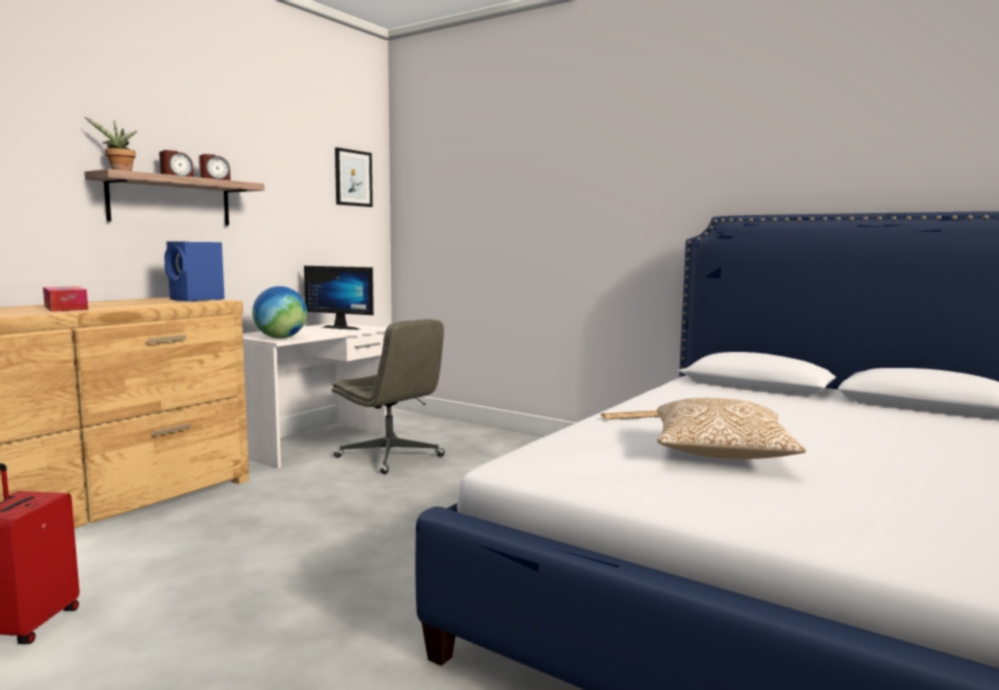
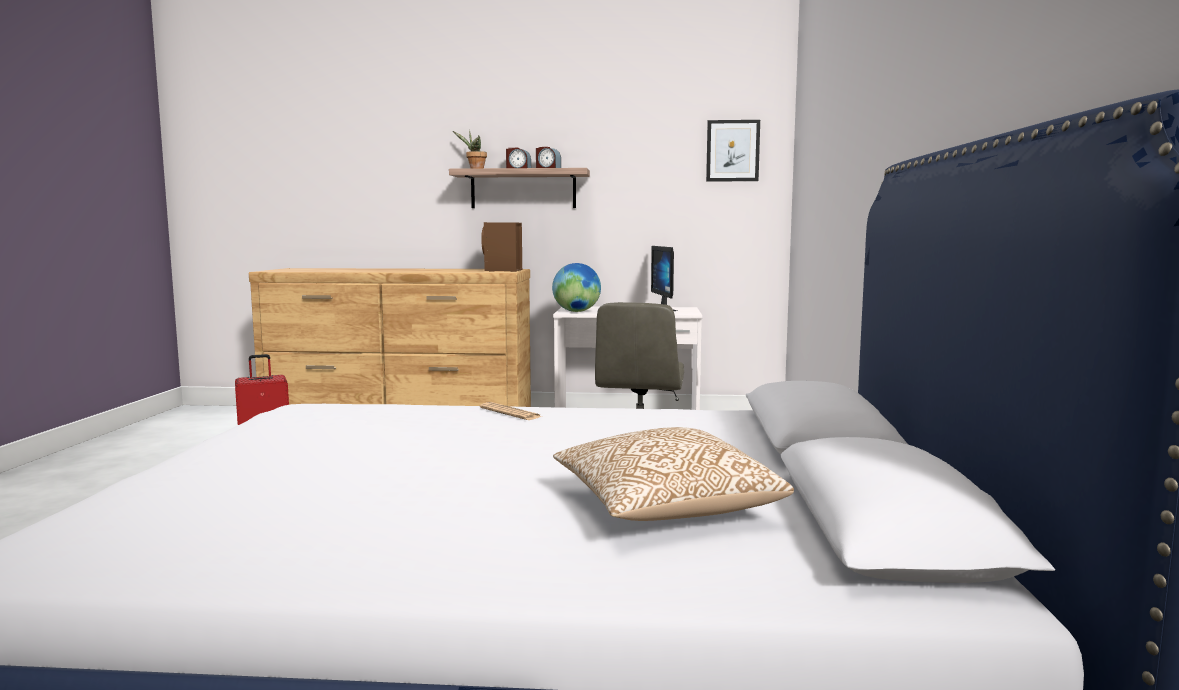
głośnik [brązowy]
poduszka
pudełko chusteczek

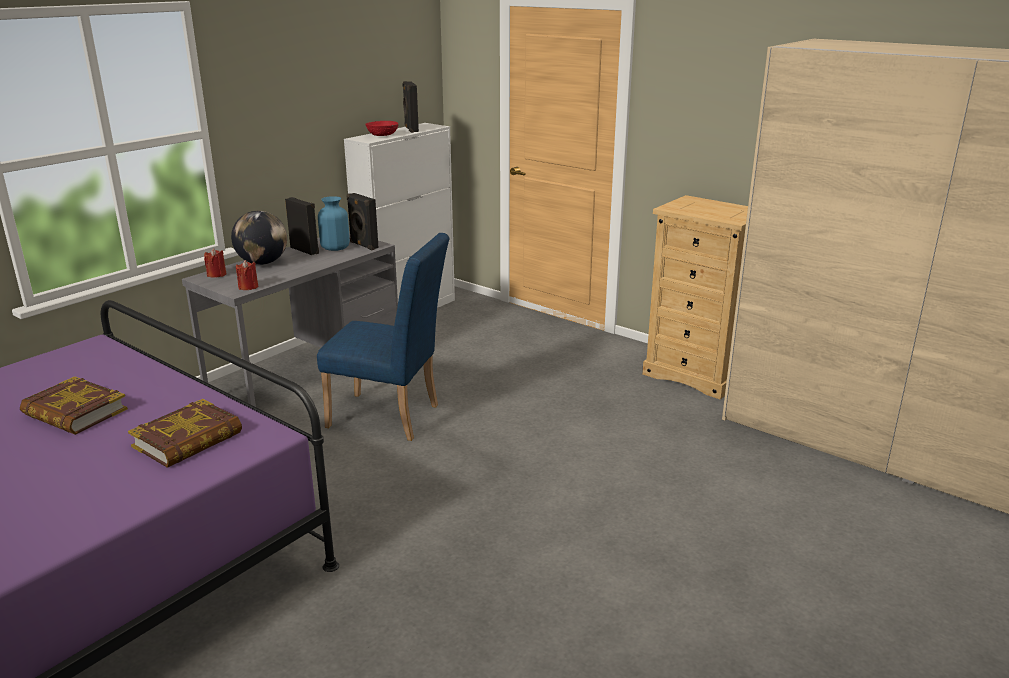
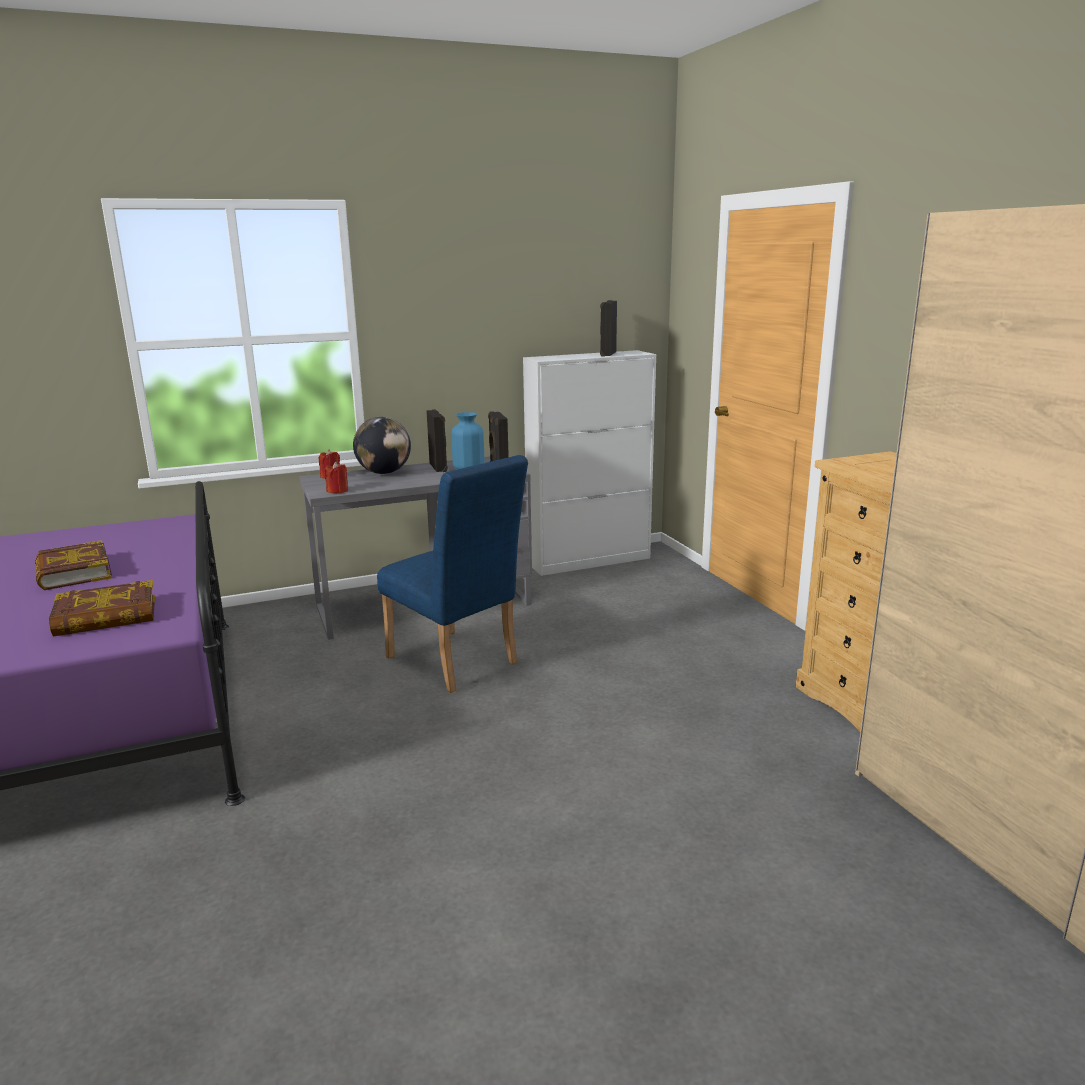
miska [czerwony]

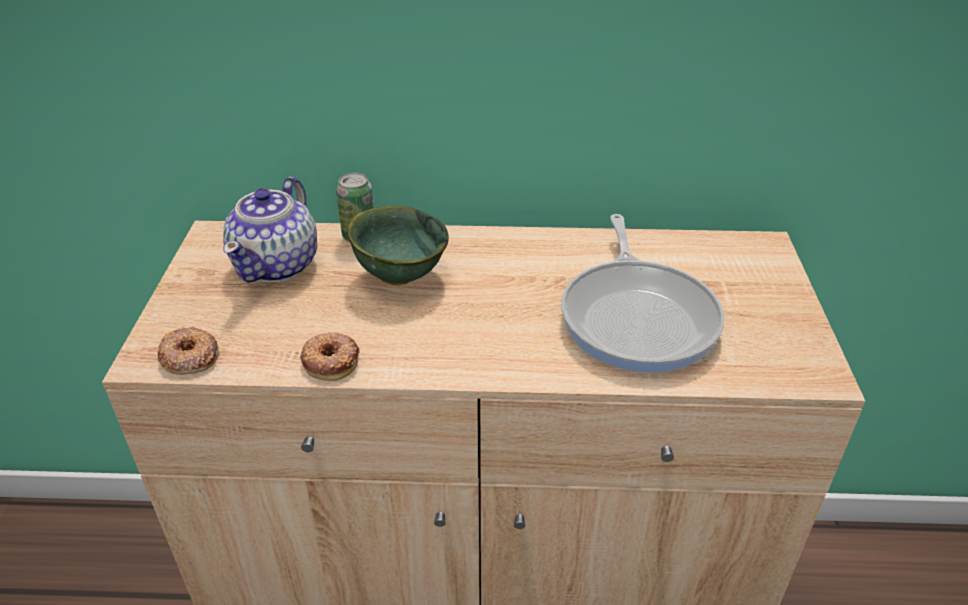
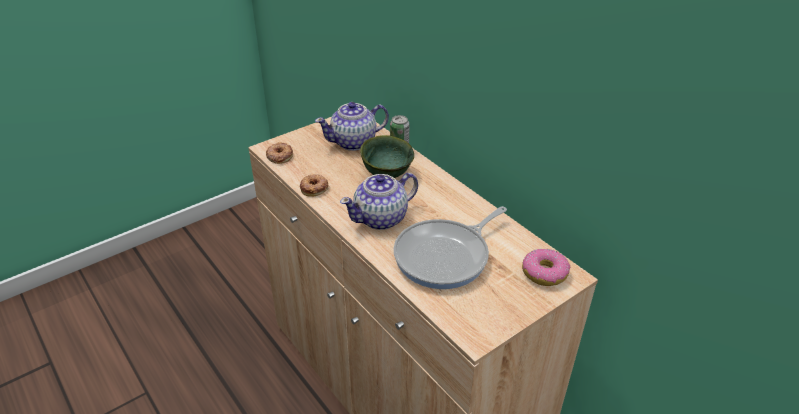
imbryk (no. 2 from left)
donut (no. 3 from left)

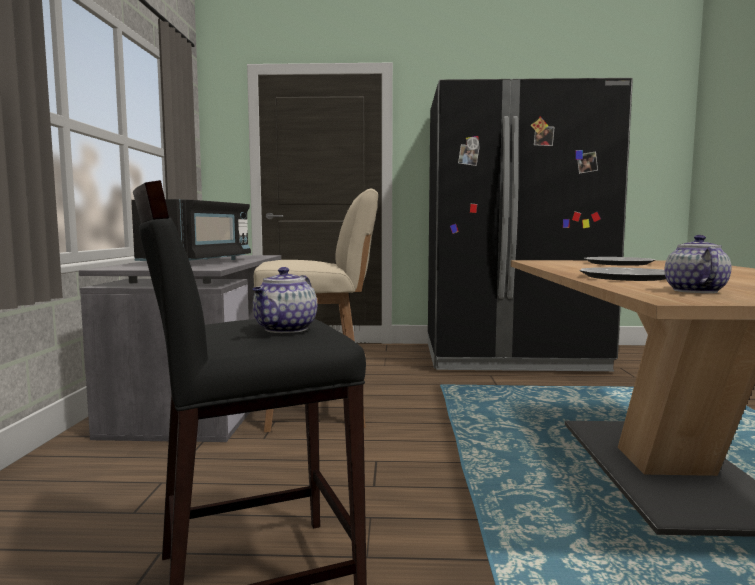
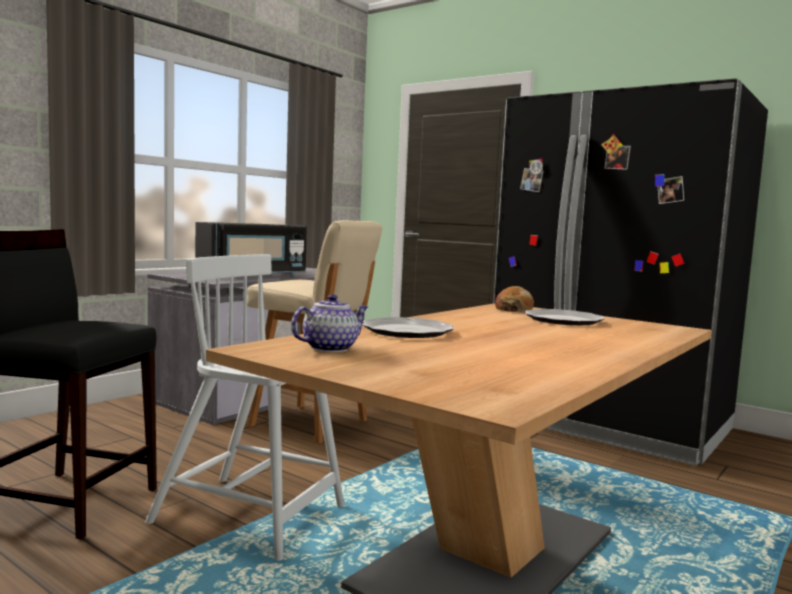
krzesło [biały]
chleb
imbryk (no. 1 from left in the first image)

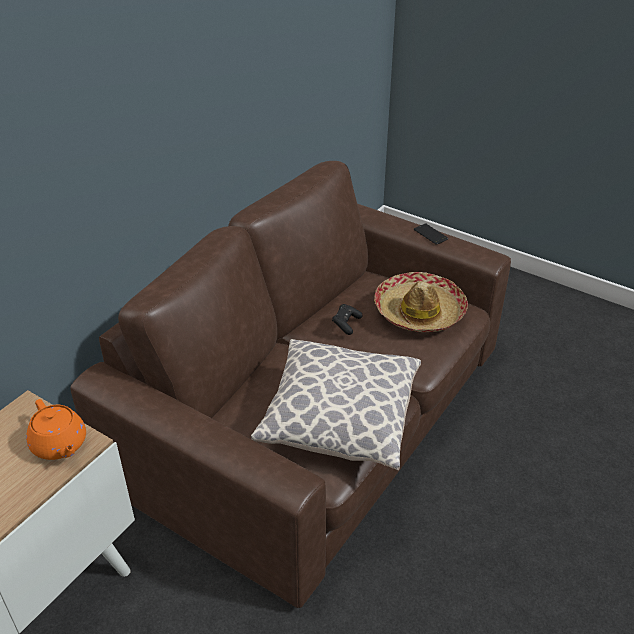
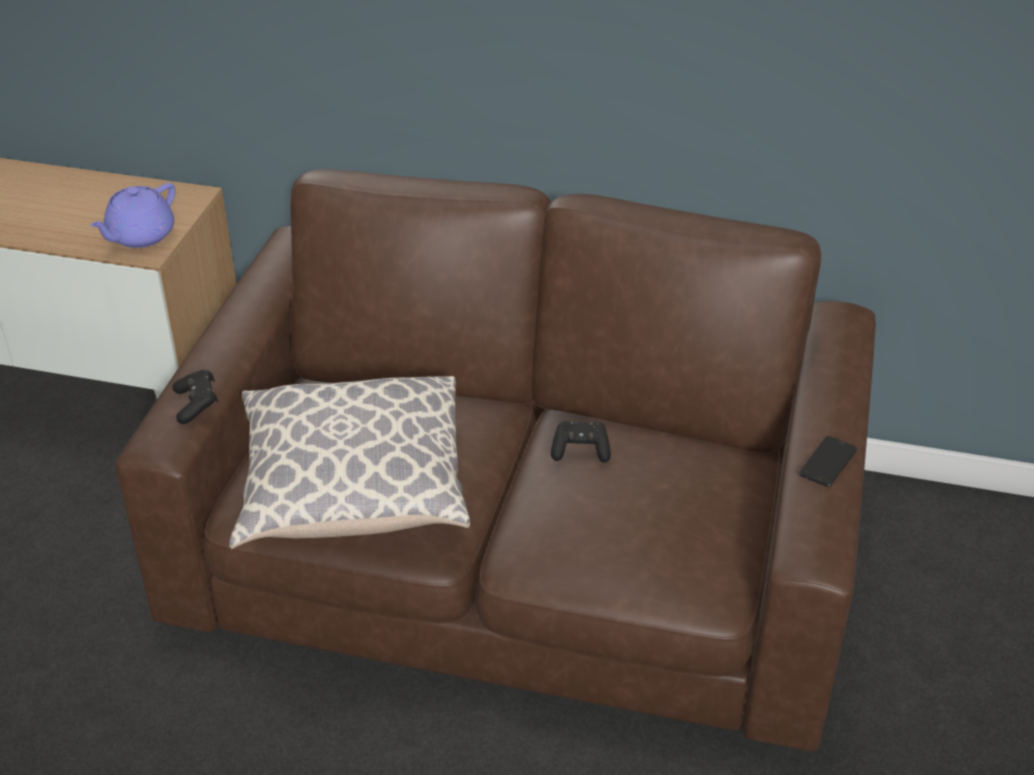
imbryk [fioletowy]
pad do gier [czarny] (no. 1 from left)
kapelusz

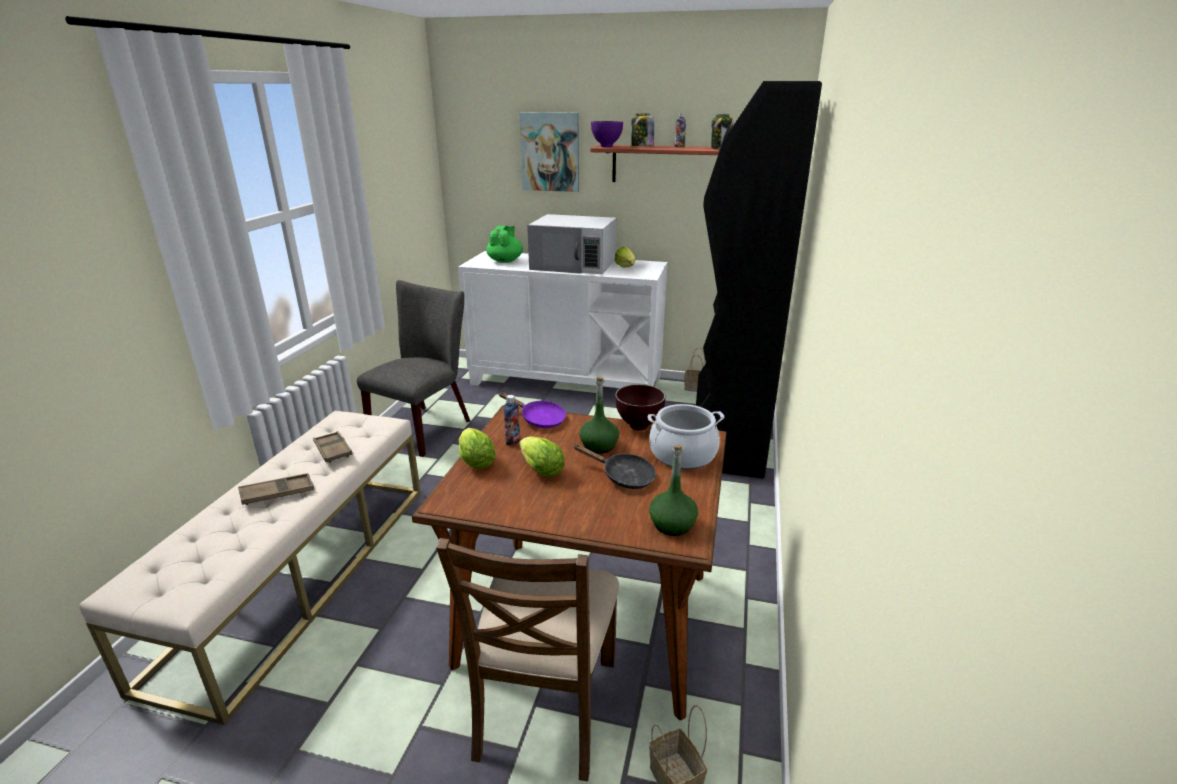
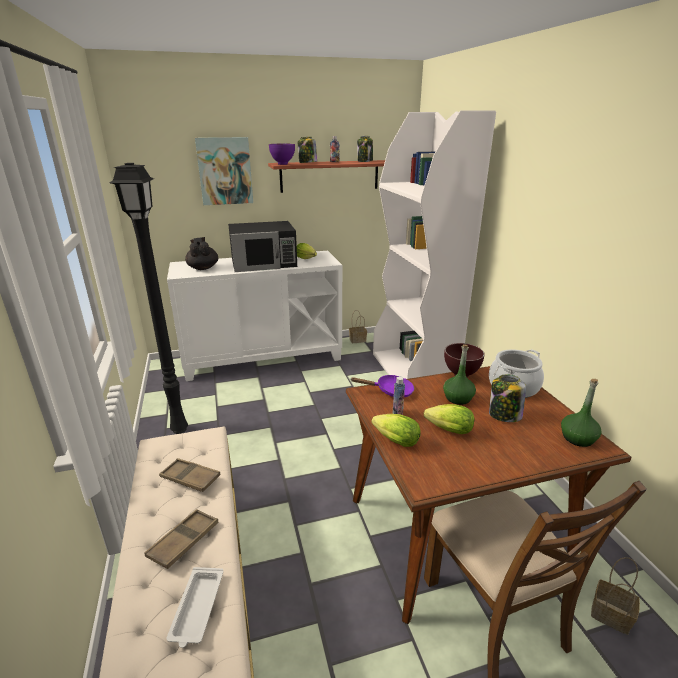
lampa stojąca [czarny]
taca [biały]
imbryk [czarny]
mikrofalówka [czarny]
regał [biały]
słoik (no. 3 from left)

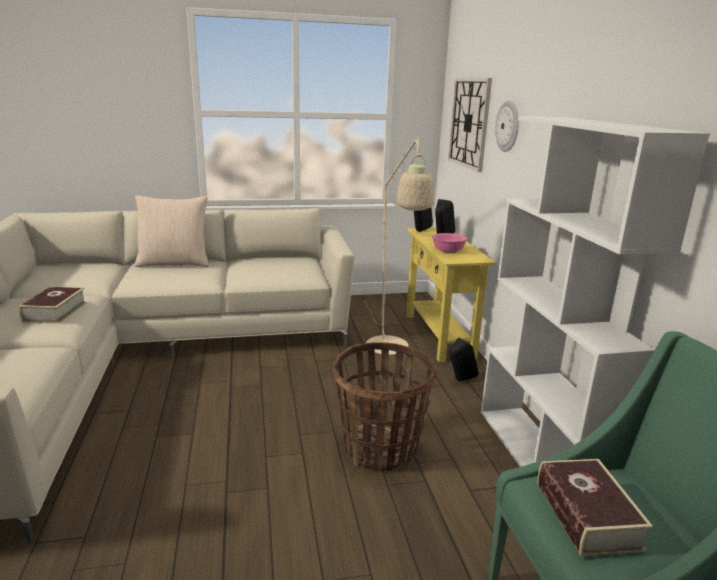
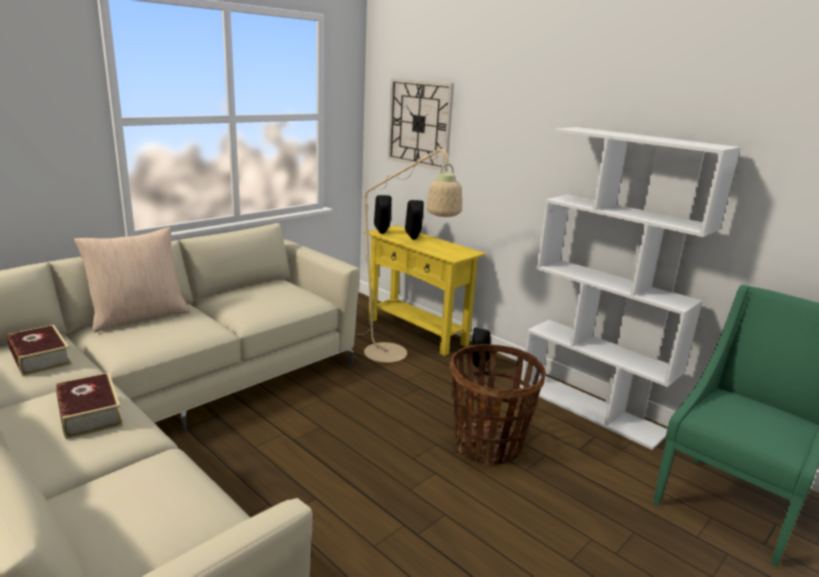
książka (no. 1 from left)
miska [różowy]
zegar ścienny (no. 2 from left in the first image)

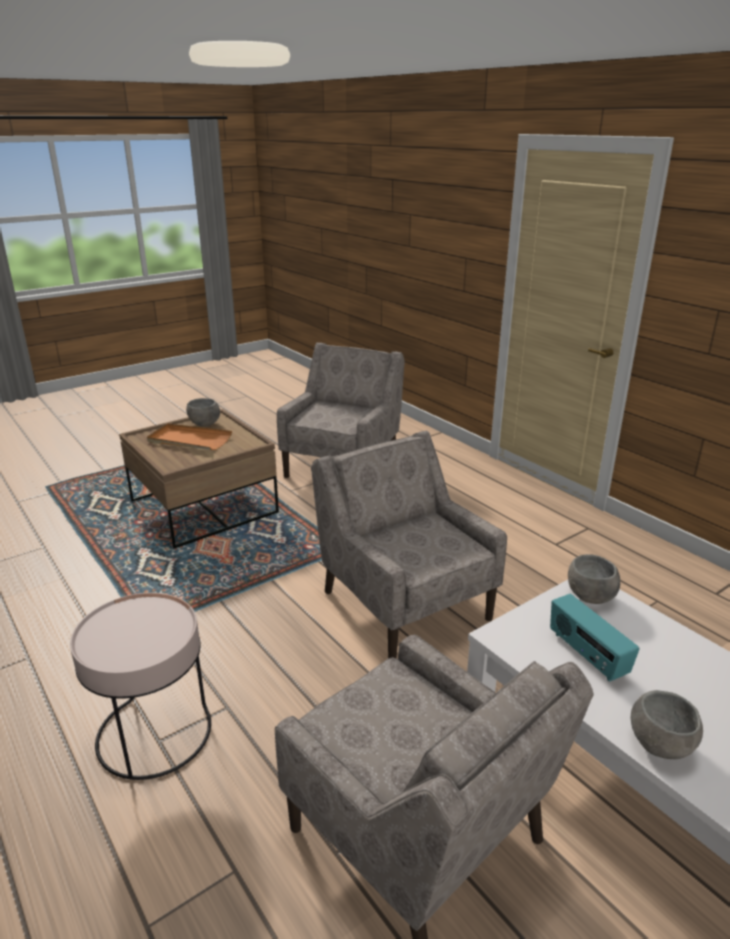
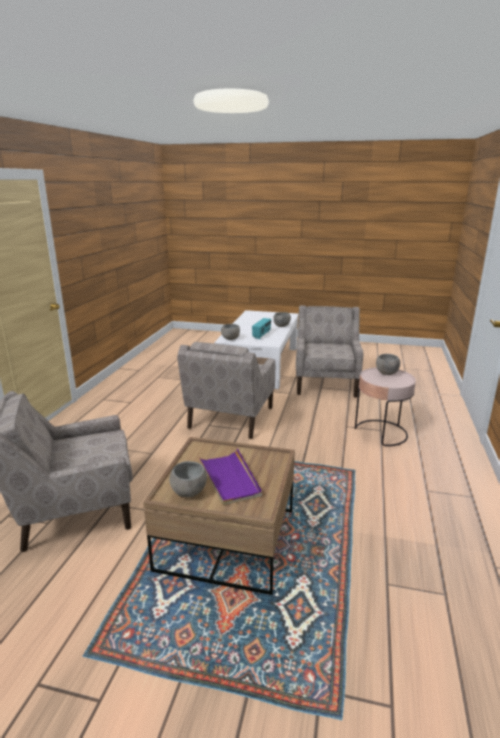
taca [fioletowy]
miska [szary] (no. 4 from left)

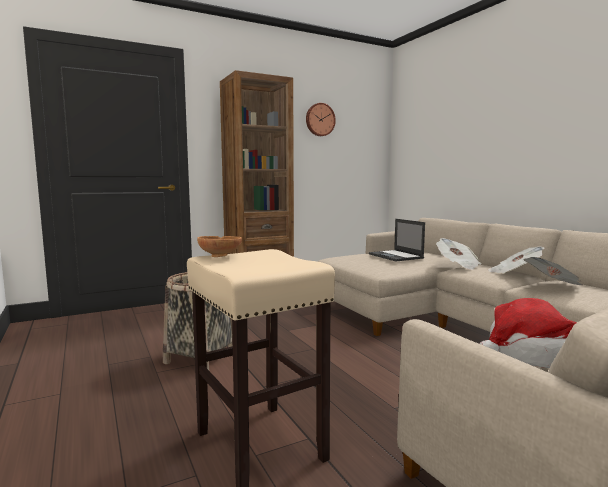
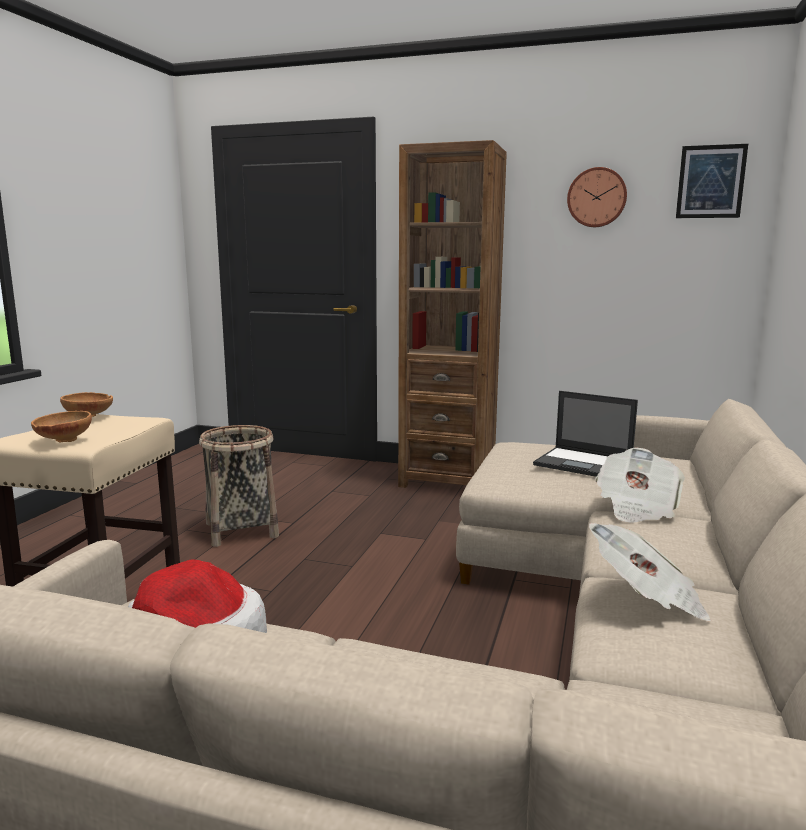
miska [brązowy] (no. 1 from left)
laptop
obraz
gazeta (no. 2 from left in the first image)

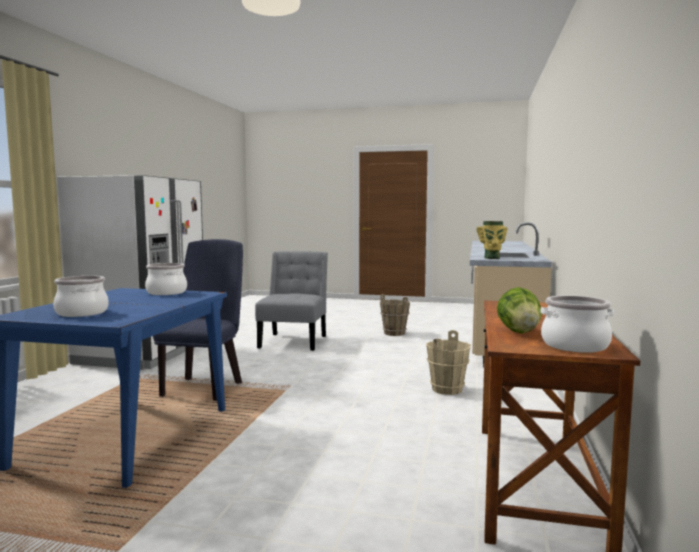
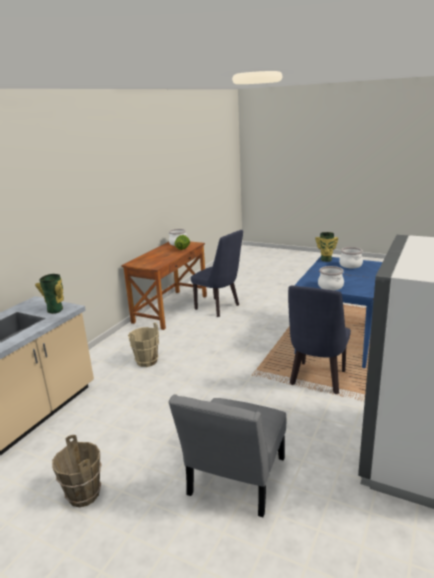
krzesło [niebieski] (no. 1 from left)
wazon (no. 2 from left)

